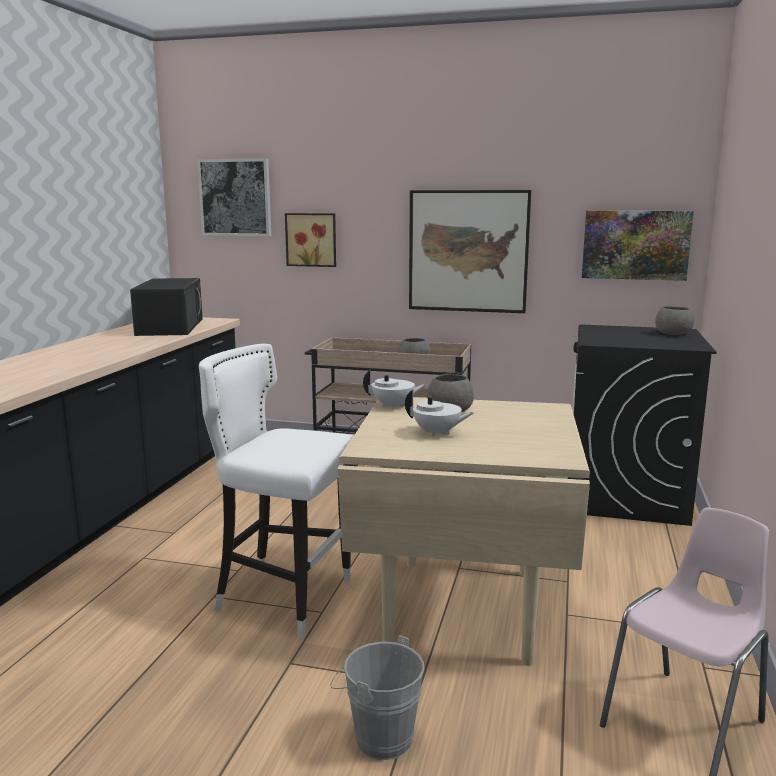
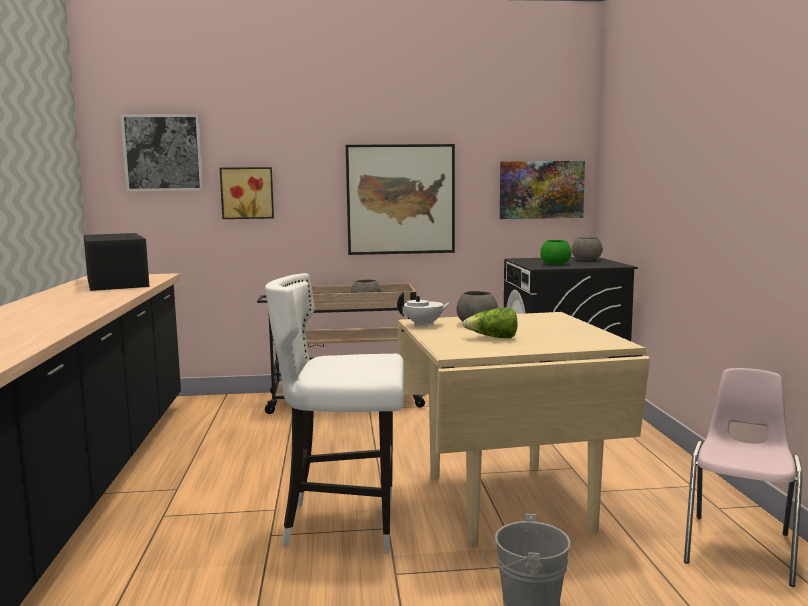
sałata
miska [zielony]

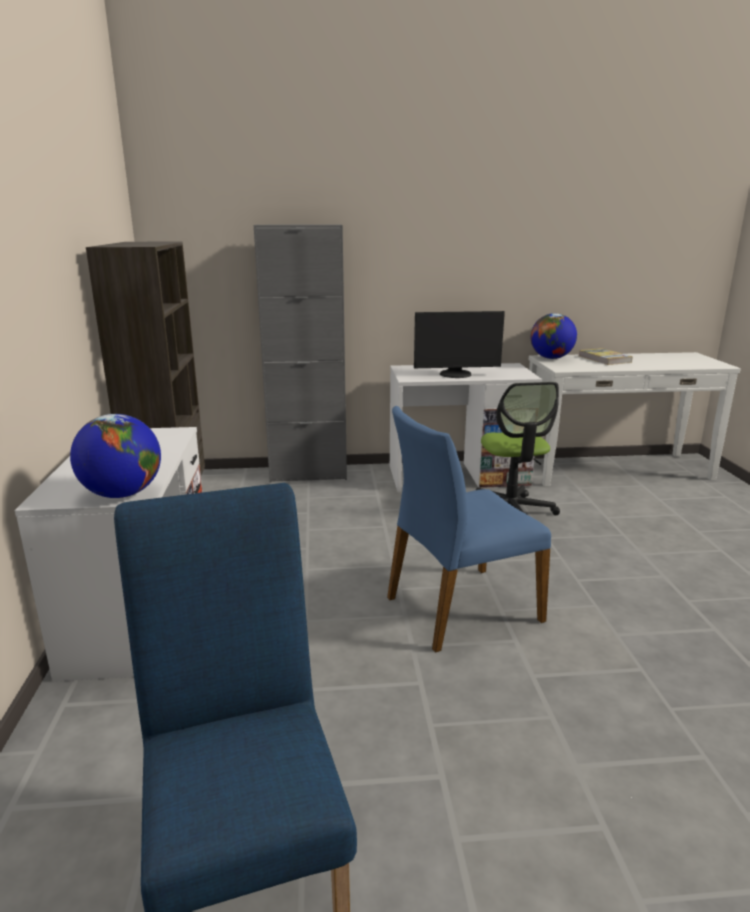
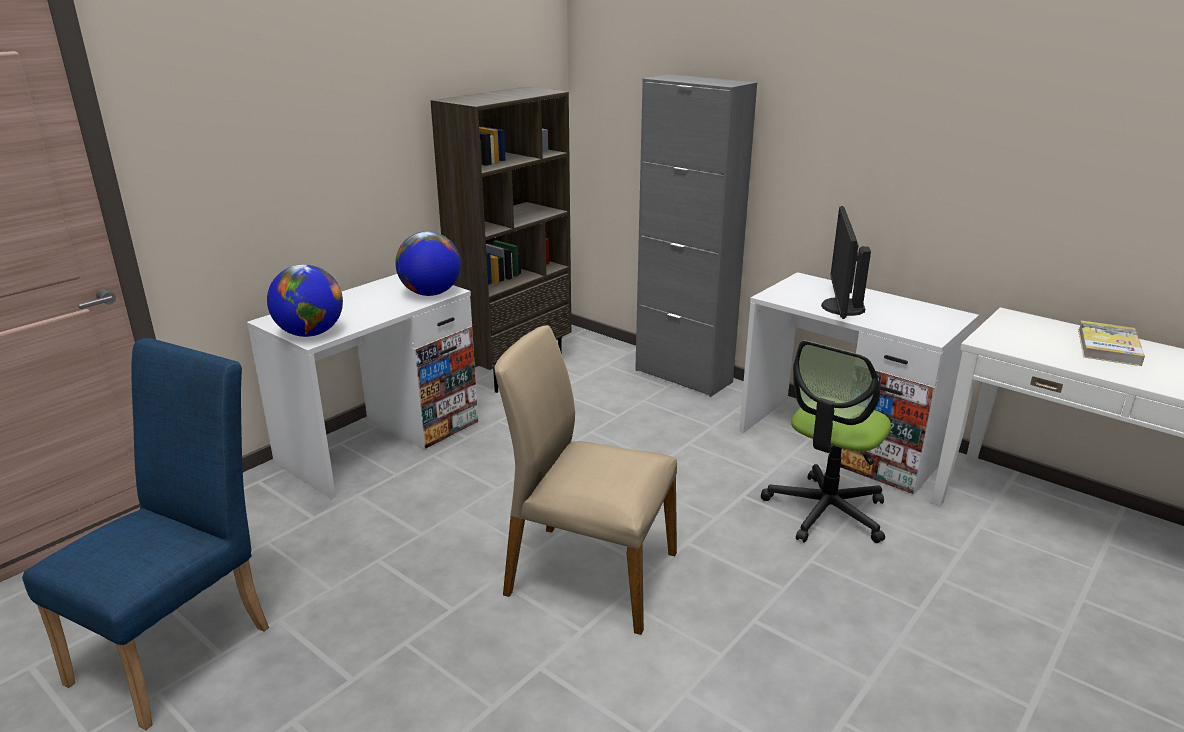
globus (no. 2 from left)
krzesło [beżowy]
monitor

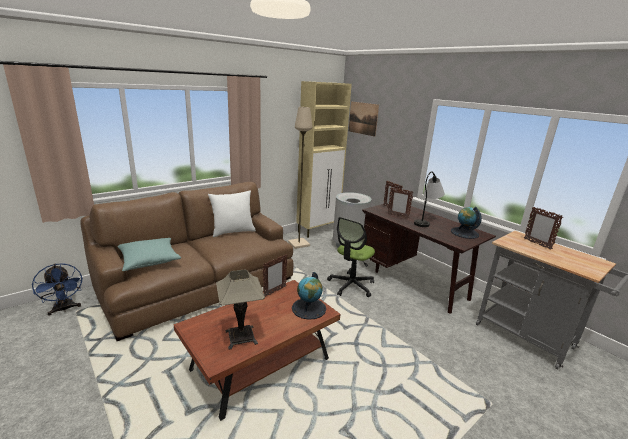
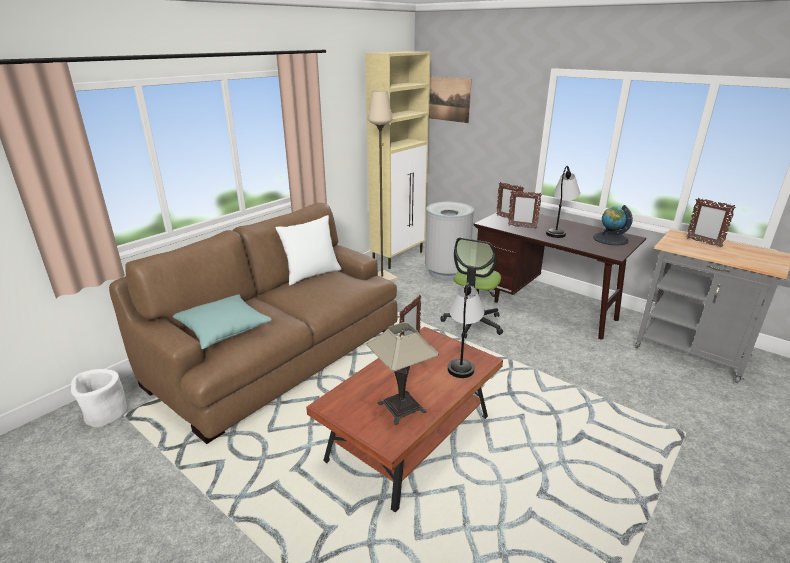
donica [biały]
lampa stołowa (no. 2 from left)

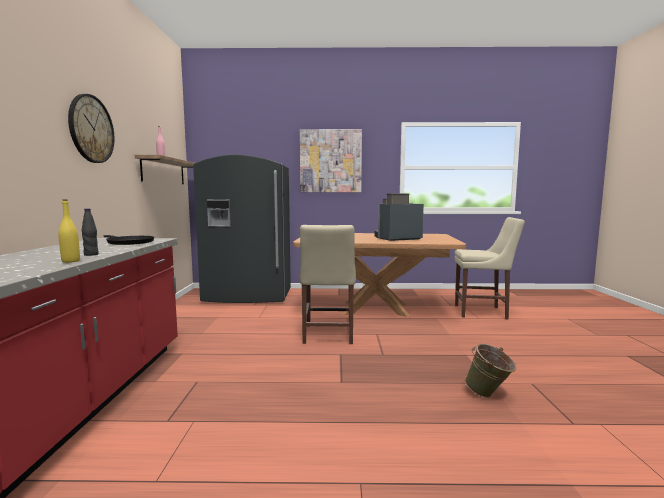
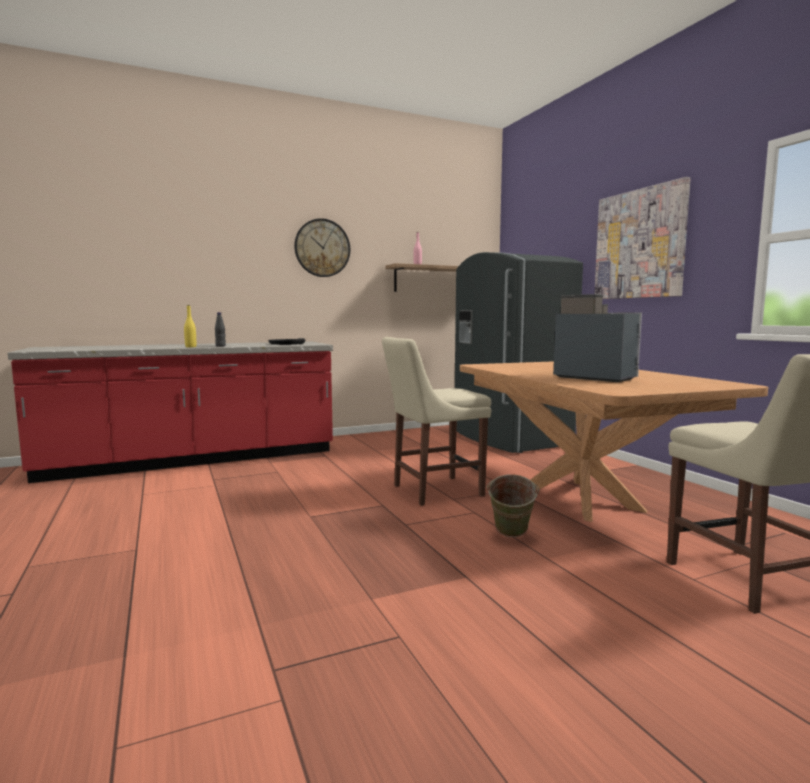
wiadro [zielony]

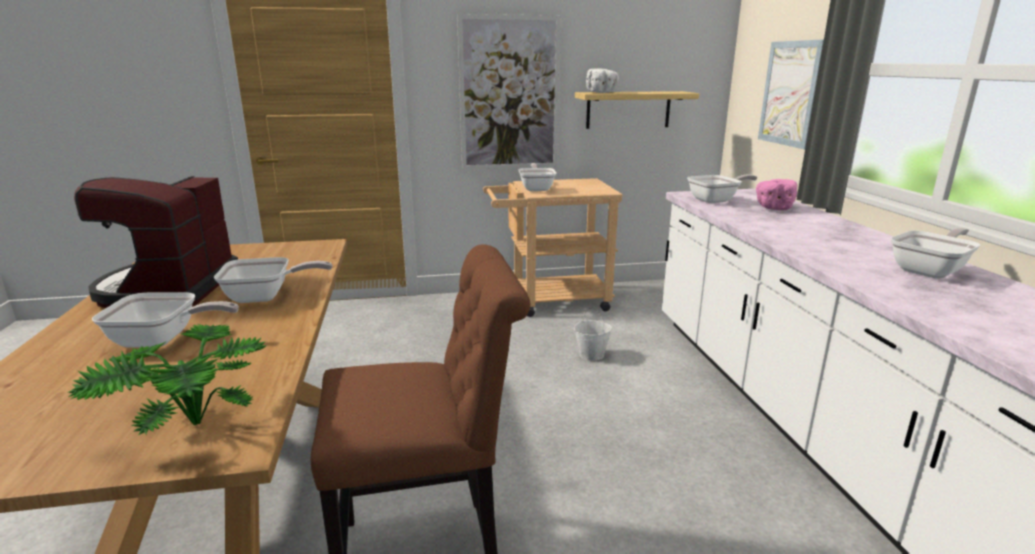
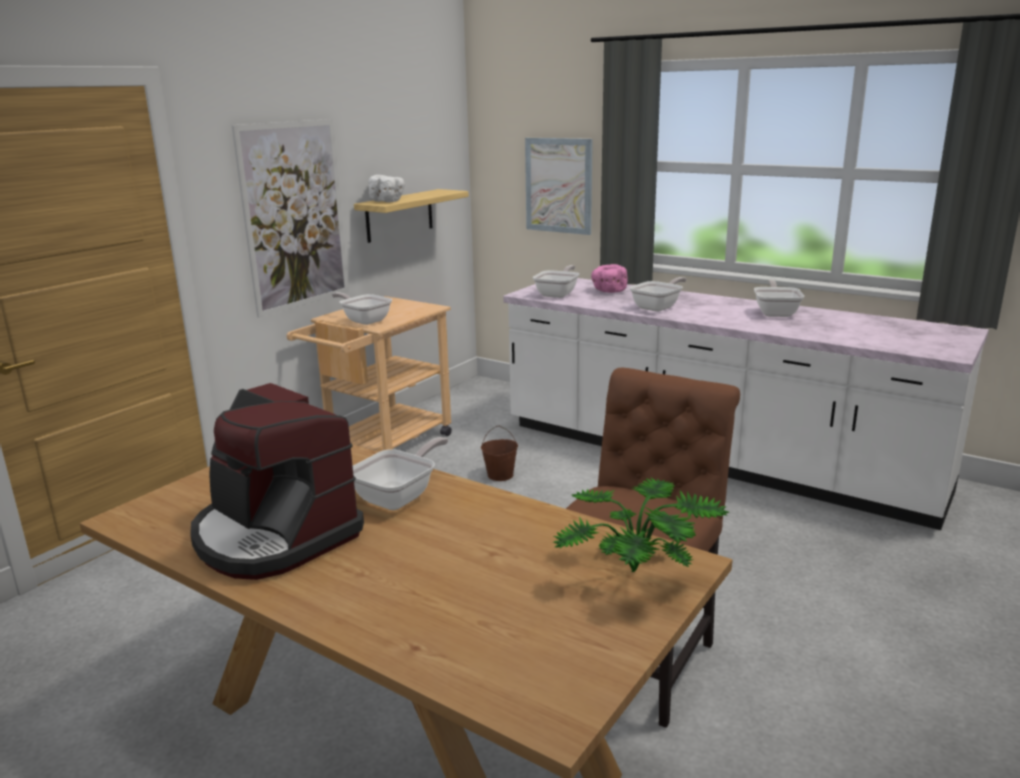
wiadro [brązowy]
patelnia (no. 4 from left)

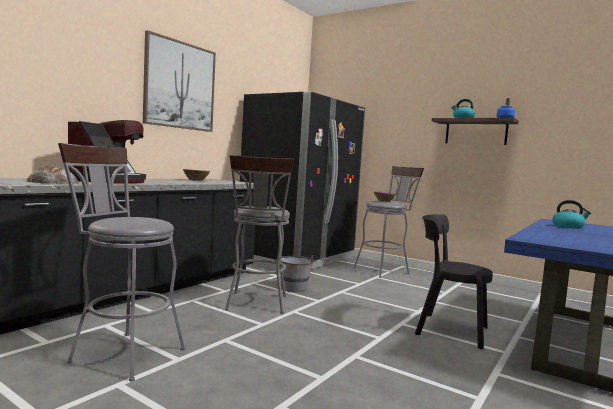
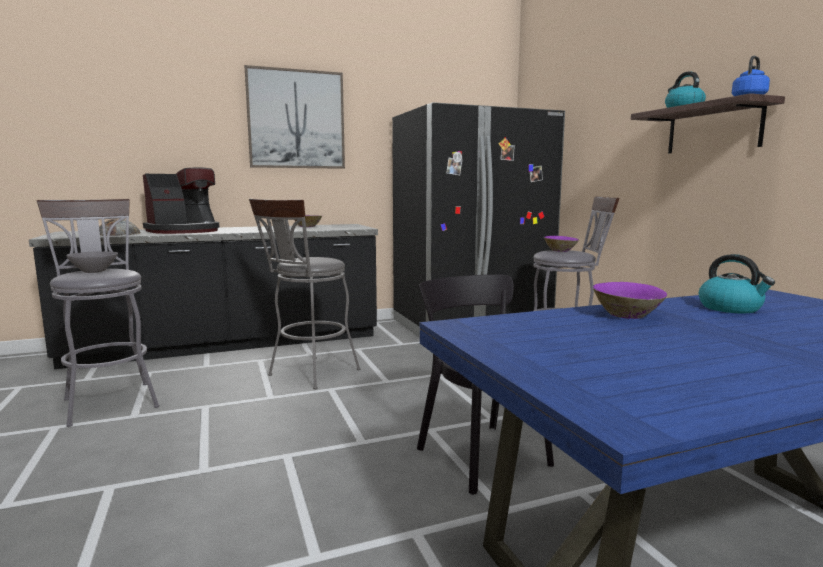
miska [szary]
miska [fioletowy] (no. 3 from left)
wiadro [szary]

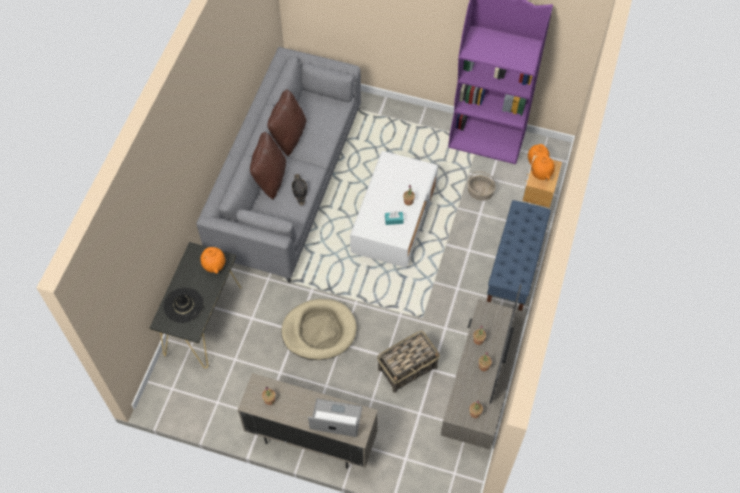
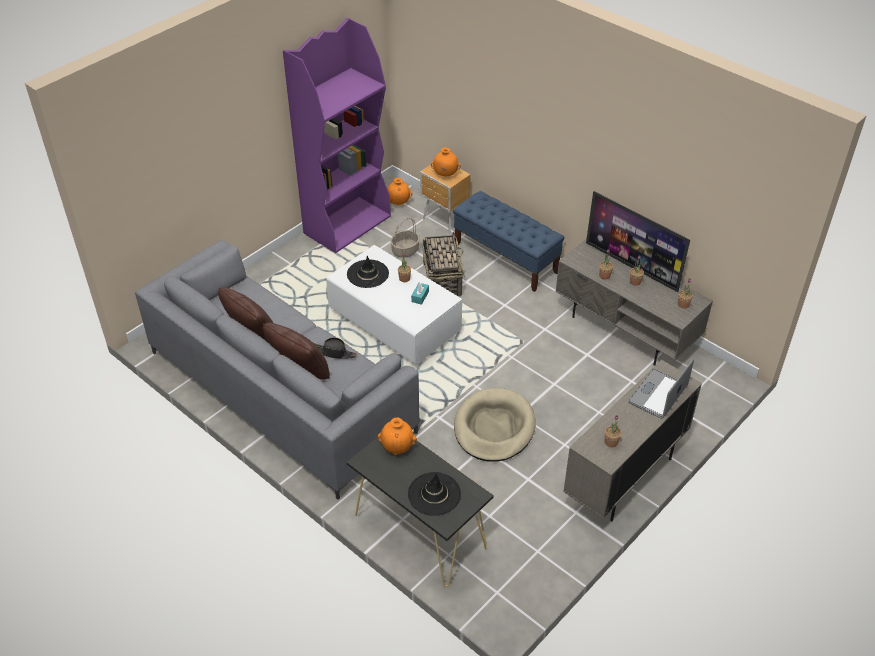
kapelusz [czarny] (no. 2 from left)
koszyk (no. 2 from left)

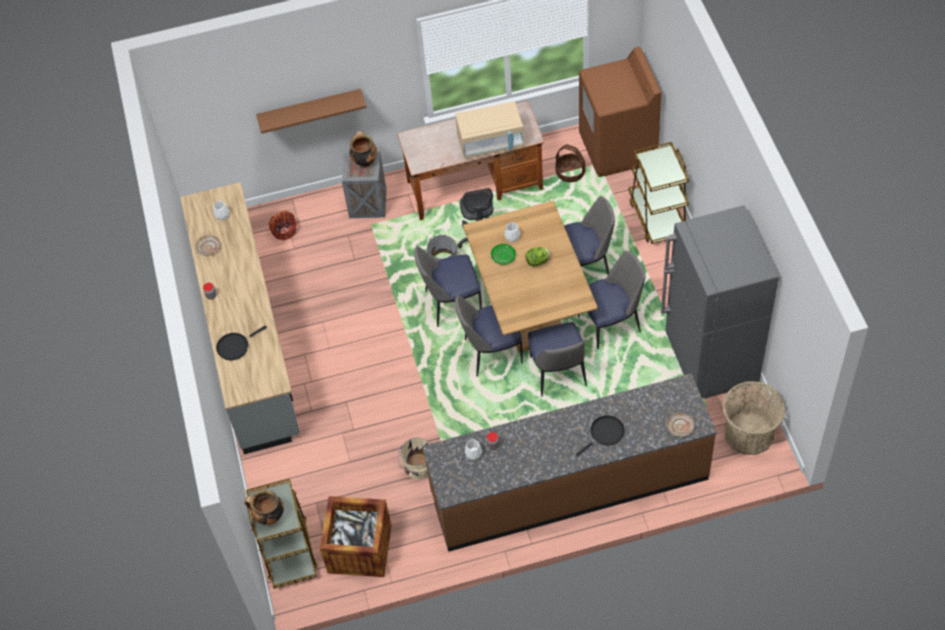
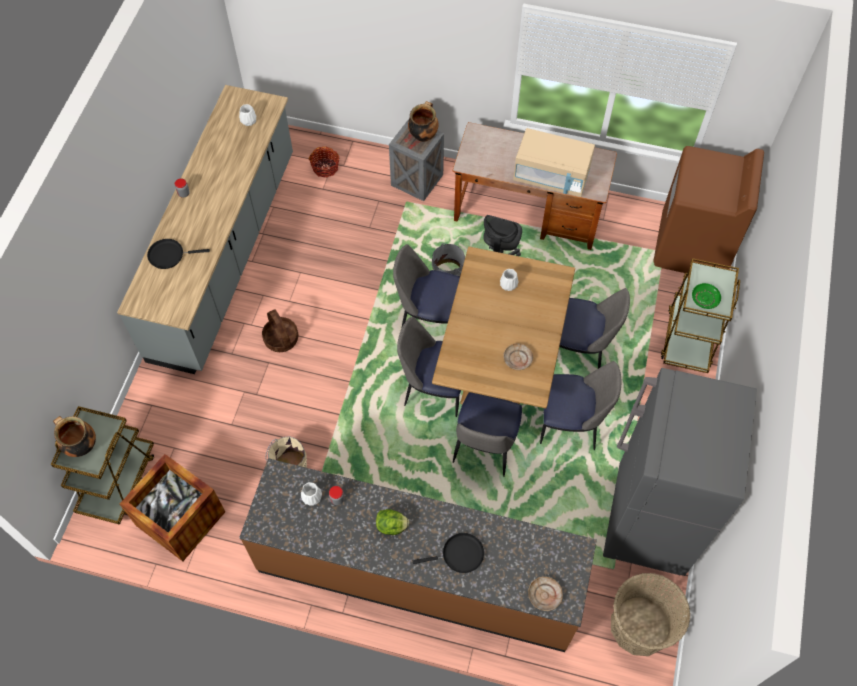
koszyk (no. 1 from left)
sałata
talerz [beżowy] (no. 1 from left)
talerz [zielony]
półka [brązowy]

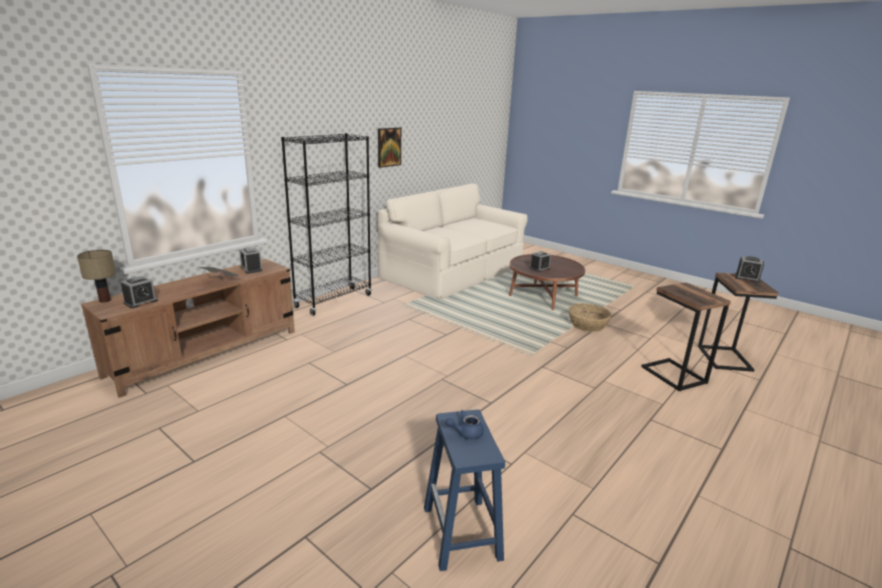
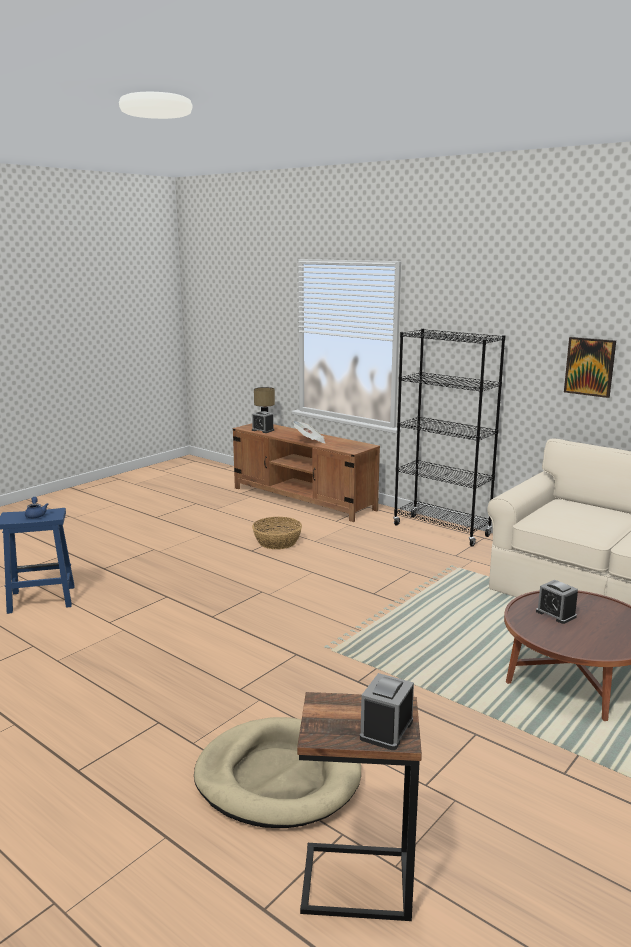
legowisko [beżowy]
koszyk
budzik (no. 2 from left in the first image)

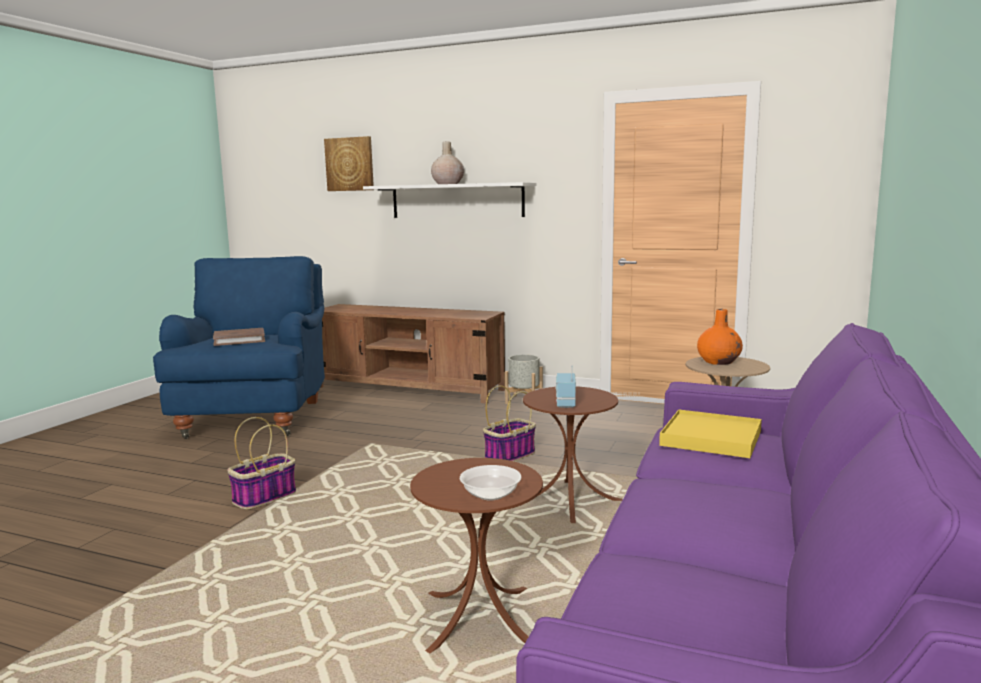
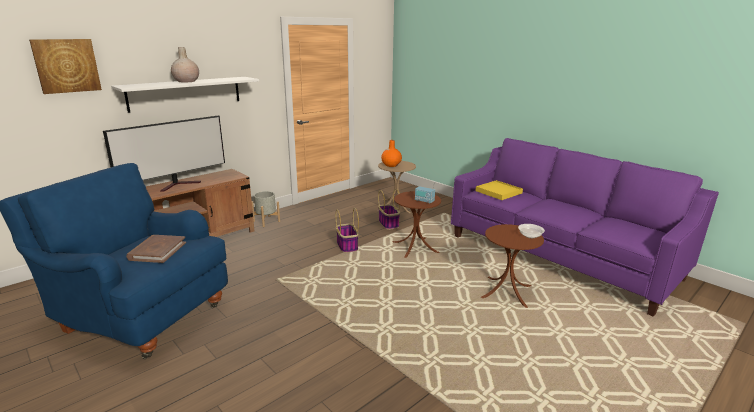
telewizor
koszyk (no. 2 from left)

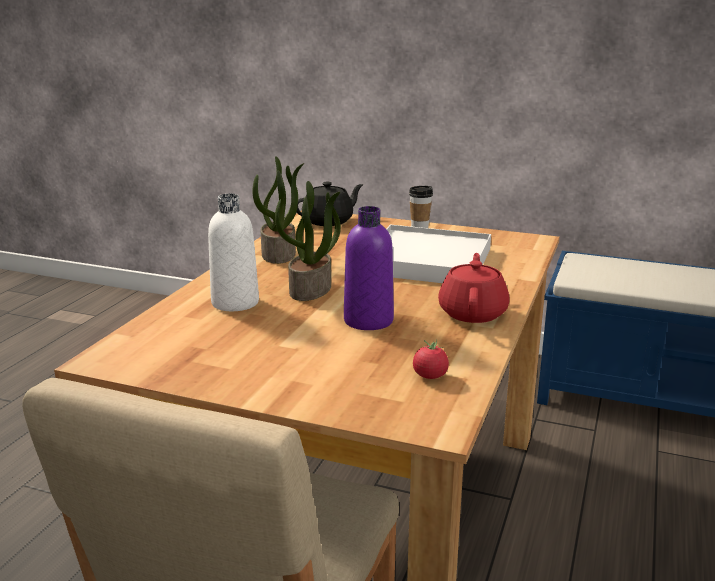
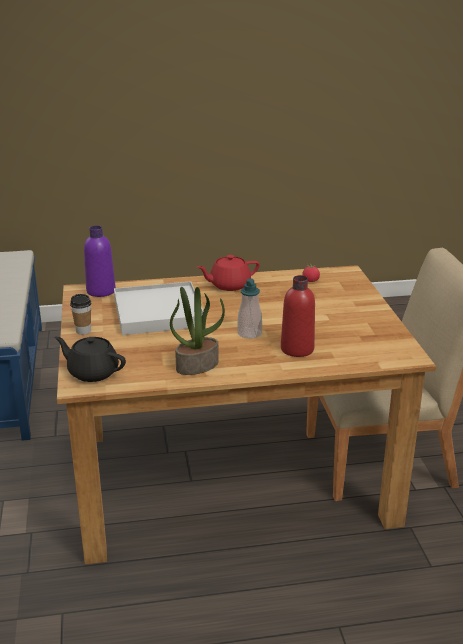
butelka [fioletowy]
dozownik mydła
butelka [czerwony]

